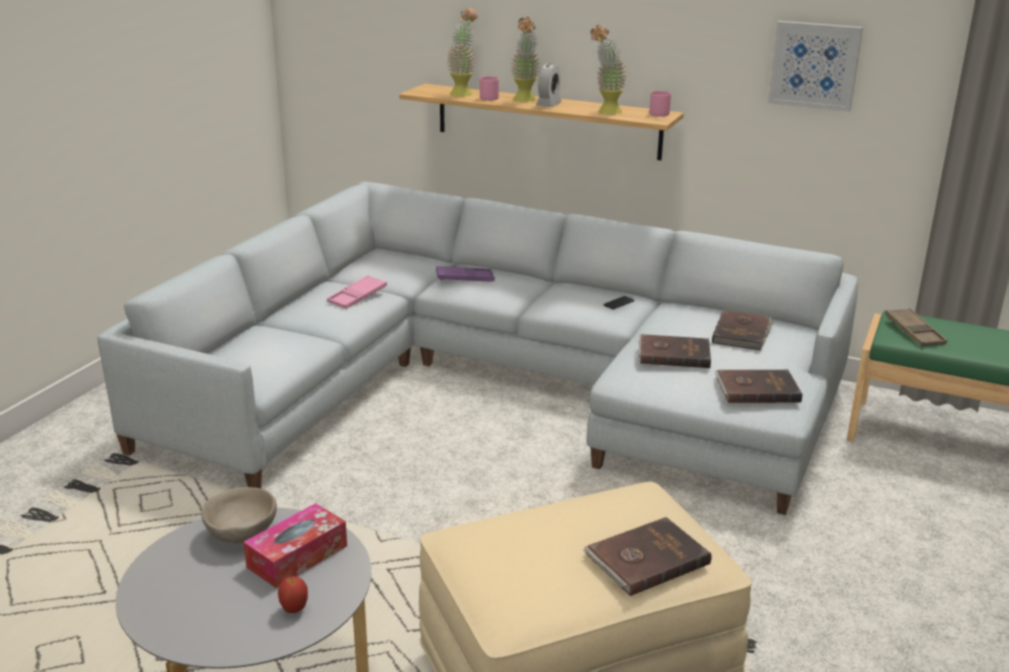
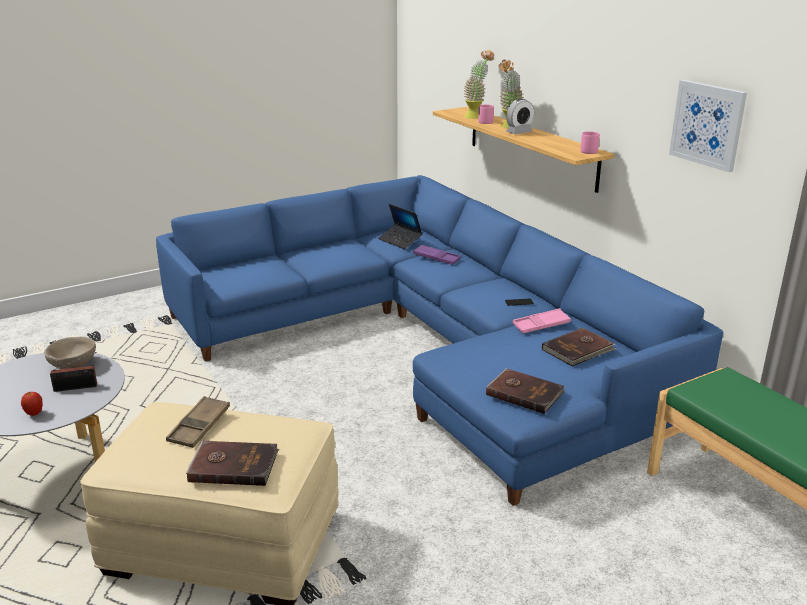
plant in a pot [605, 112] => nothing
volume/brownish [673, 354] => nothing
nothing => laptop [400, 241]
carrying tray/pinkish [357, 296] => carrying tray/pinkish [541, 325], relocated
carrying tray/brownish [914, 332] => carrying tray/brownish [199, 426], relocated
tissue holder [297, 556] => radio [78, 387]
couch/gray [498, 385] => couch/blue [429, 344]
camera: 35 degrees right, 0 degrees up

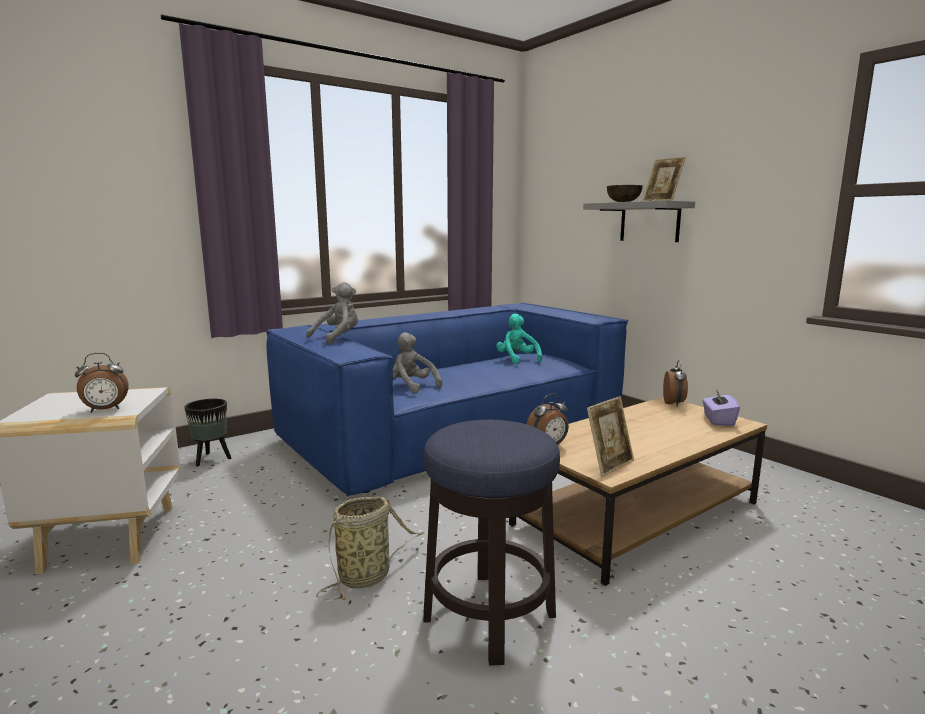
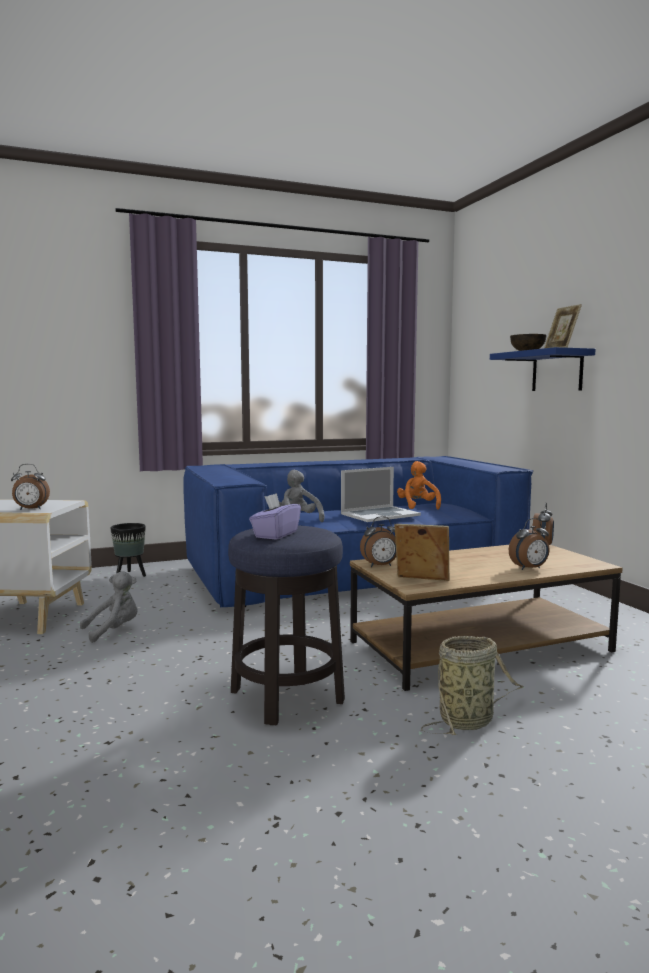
nothing => laptop [380, 514]
nothing => table clock [529, 568]
cuddly toy/gray [338, 338] => cuddly toy/gray [114, 631], relocated
storage basket [367, 576] => storage basket [469, 720], relocated
tissue holder/purplish [718, 420] => tissue holder/purplish [275, 535], relocated
cuddly toy/blue-green [517, 359] => cuddly toy/orange [418, 506]
bracket shelf/gray [649, 222] => bracket shelf/blue [557, 371]
picture frame [609, 465] => picture frame [421, 581], 135 degrees counterclockwise
camera: 15 degrees right, 5 degrees down

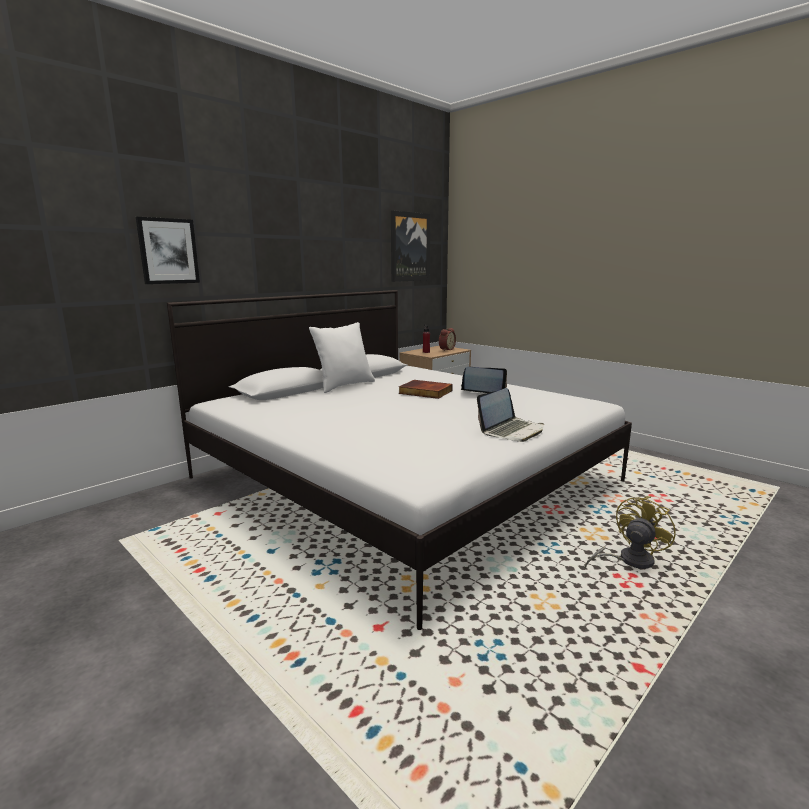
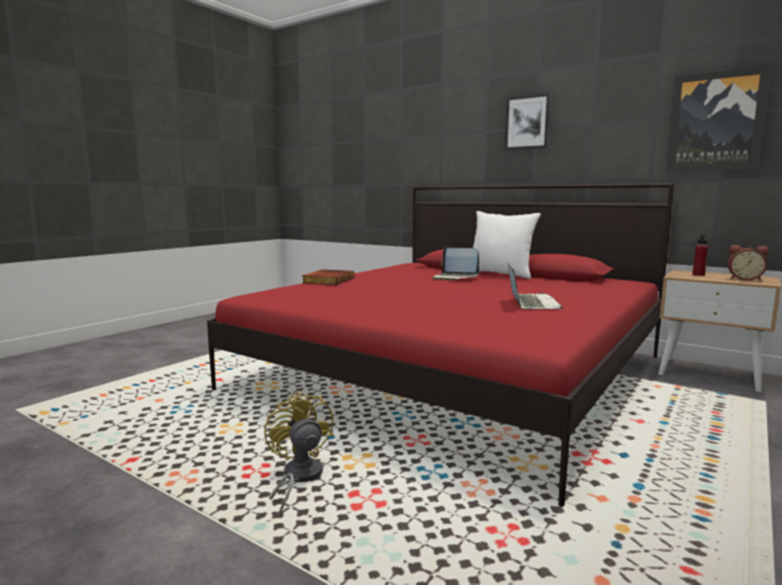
wall picture [168, 251] => wall picture [527, 122], relocated
volume [424, 392] => volume [328, 280], relocated
laptop [512, 431] => laptop [454, 278], relocated
bed/white [403, 479] => bed/red-coloured [456, 372]
fan/yellowish [628, 560] => fan/yellowish [298, 478], 150 degrees counterclockwise
camera: 80 degrees right, 5 degrees down

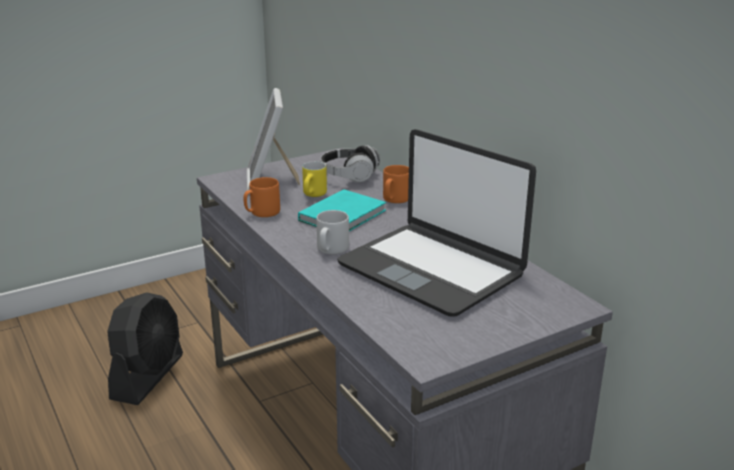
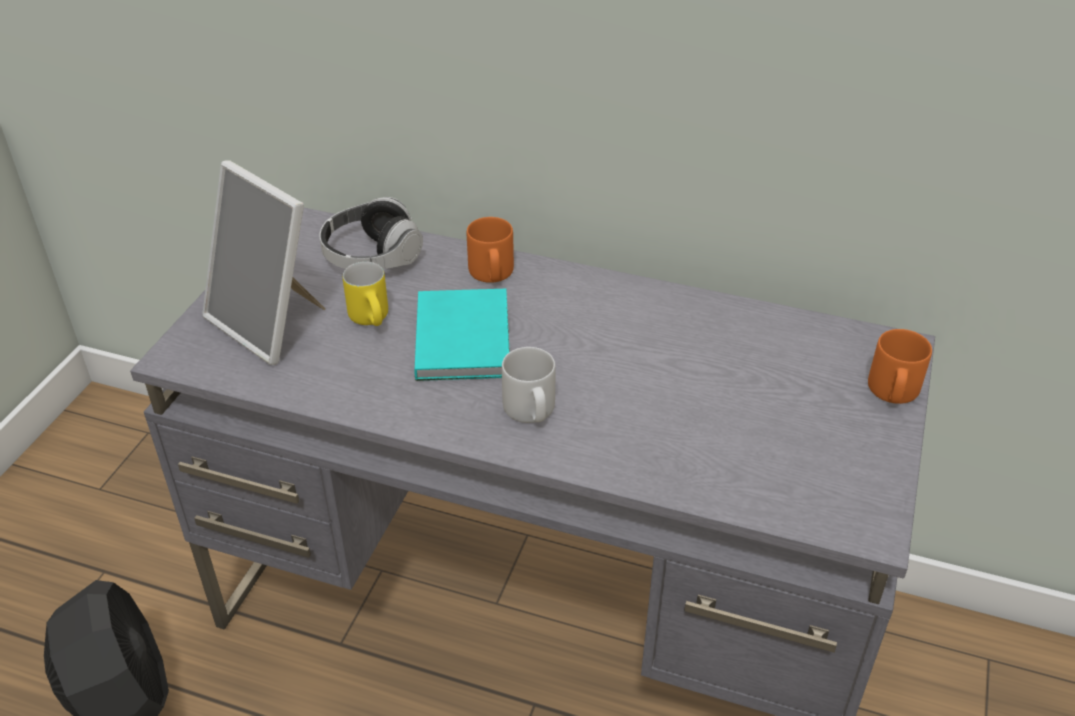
laptop [432, 269] => nothing
mug/orange [262, 212] => mug/orange [892, 392], relocated
camera: 40 degrees left, 15 degrees up

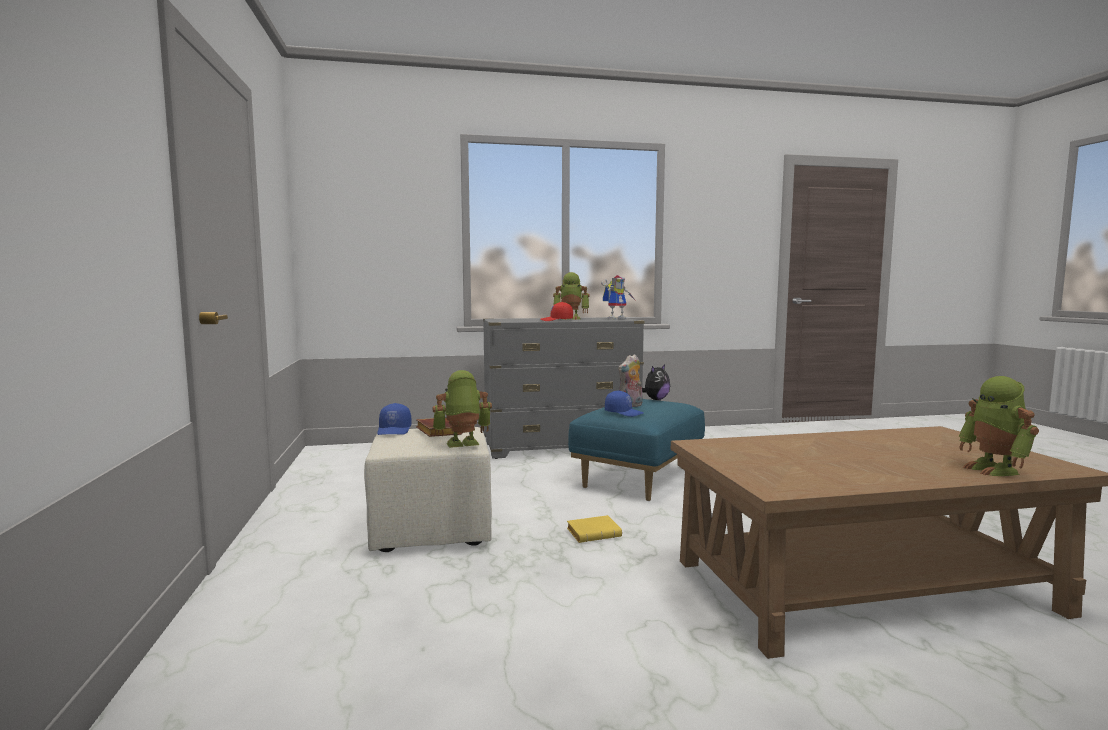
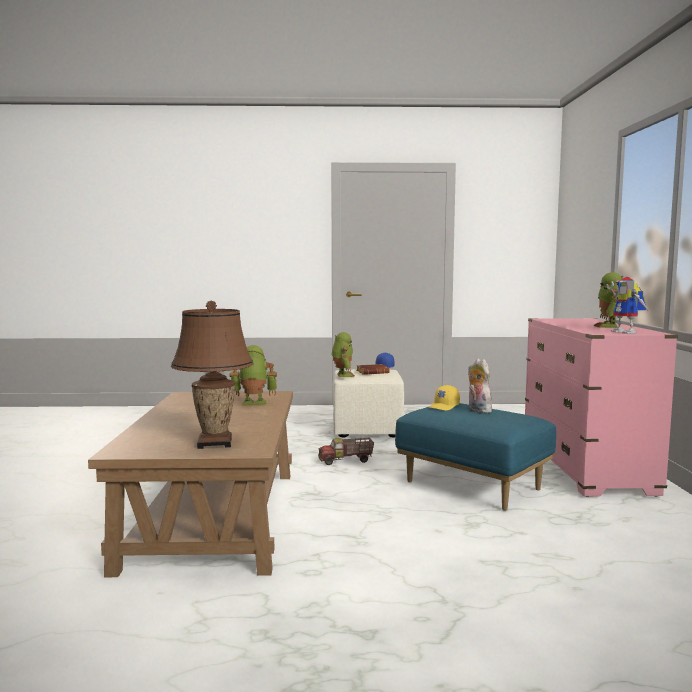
cap/red-coloured [556, 320] => nothing
cuddly toy [655, 399] => nothing
nothing => tabletop lamp/brownish [215, 443]
robot figure [994, 469] => robot figure [253, 403], relocated
volume/yellowish [594, 533] => model truck [346, 461]
dresser/gray [561, 447] => dresser/pinkish [585, 467]
cap/blue [624, 413] => cap/yellowish [444, 406]
camera: 100 degrees right, 0 degrees up

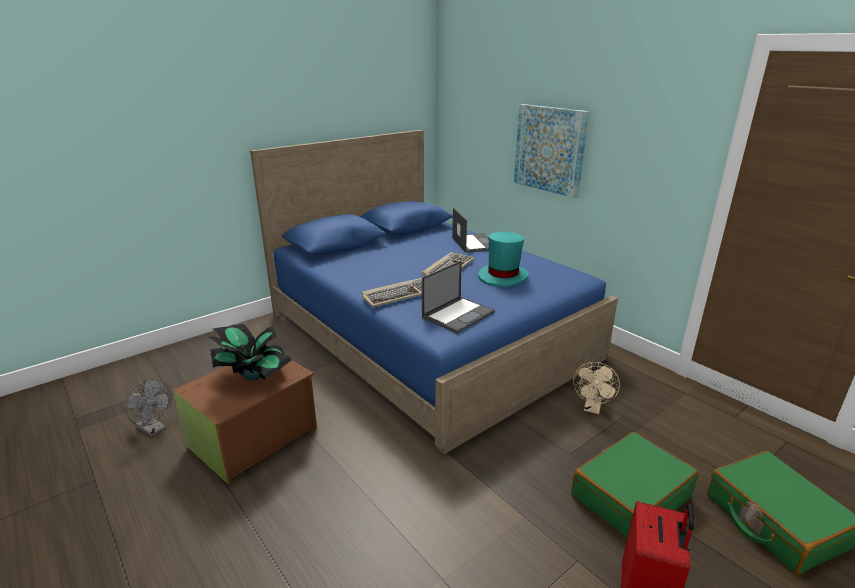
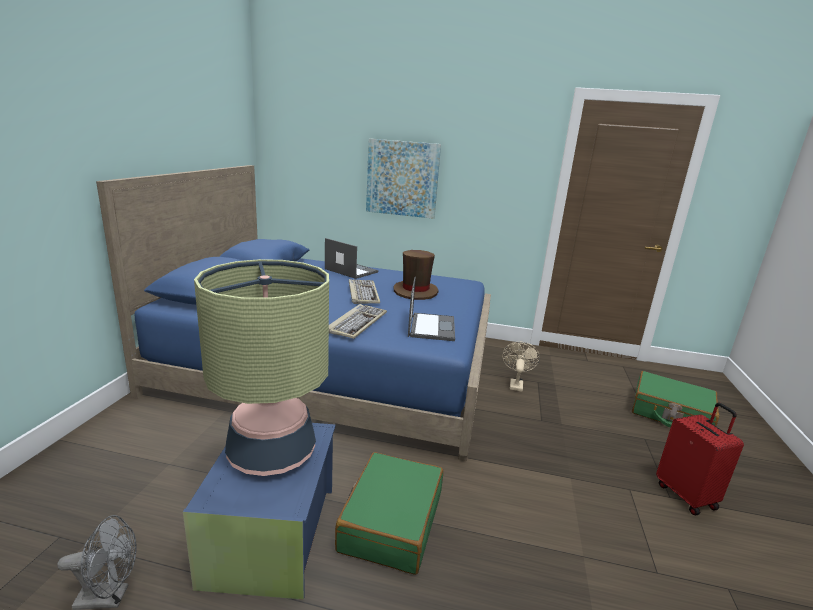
piece of luggage/green [630, 496] => piece of luggage/green [391, 521], relocated
plant in a pot [252, 375] => tabletop lamp [272, 453]
storage box/brownish [255, 437] => storage box/blue [274, 533]
clothing hat/blue-green [503, 277] => clothing hat/brownish [415, 291]
fan/beige-coloured [592, 408] => fan/beige-coloured [516, 384], 150 degrees counterclockwise
camera: 40 degrees left, 5 degrees down

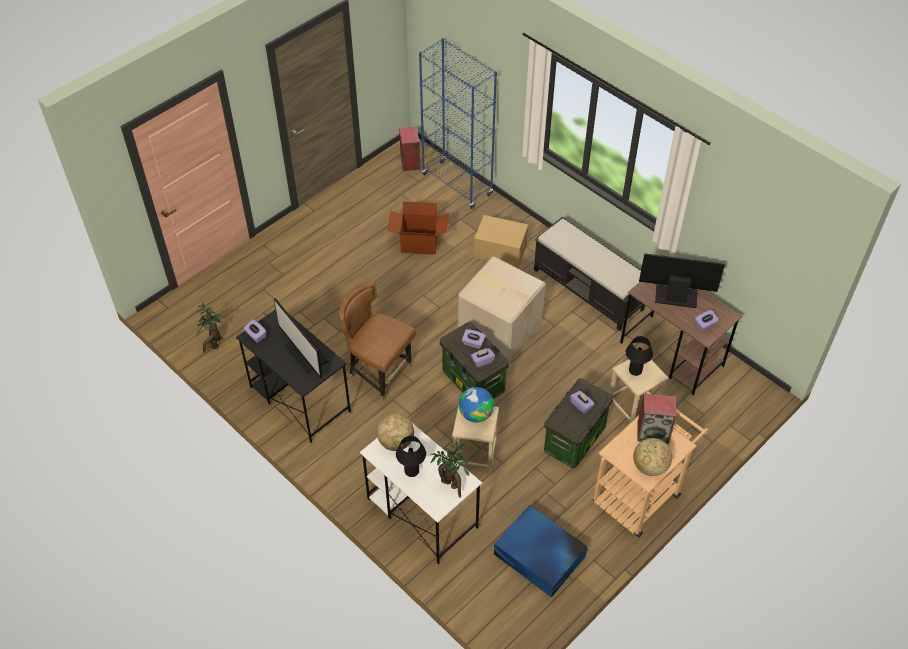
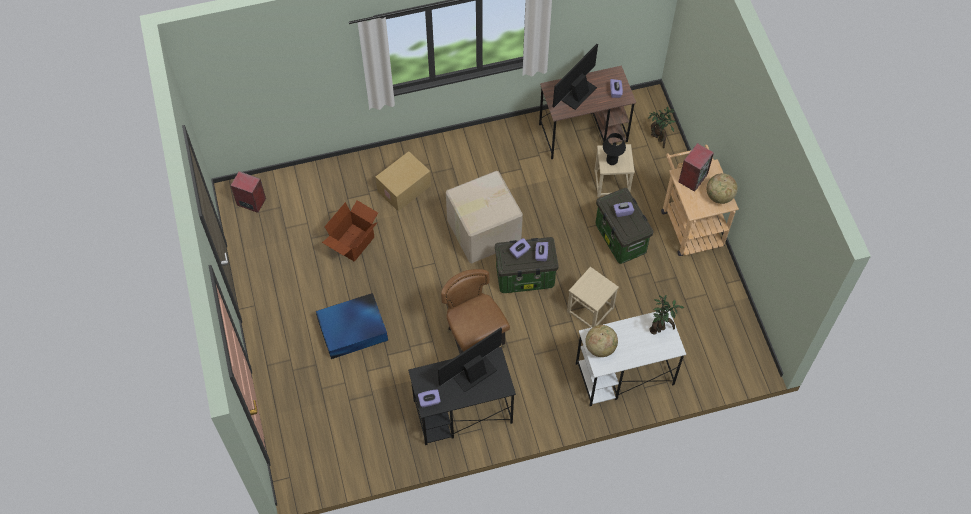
tabletop lamp/black [411, 471] => nothing
bookcase/blue [457, 185] => nothing
globe [476, 414] => nothing
indoor bench/black [588, 290] => nothing
plant in a pot [214, 344] => plant in a pot [658, 138], relocated
storage box/blue [540, 556] => storage box/blue [353, 329], relocated
monitor [306, 353] => monitor [473, 372], 150 degrees clockwise
chair/brownish [379, 374] => chair/brownish [474, 340], 90 degrees clockwise
camera: 60 degrees left, 10 degrees up

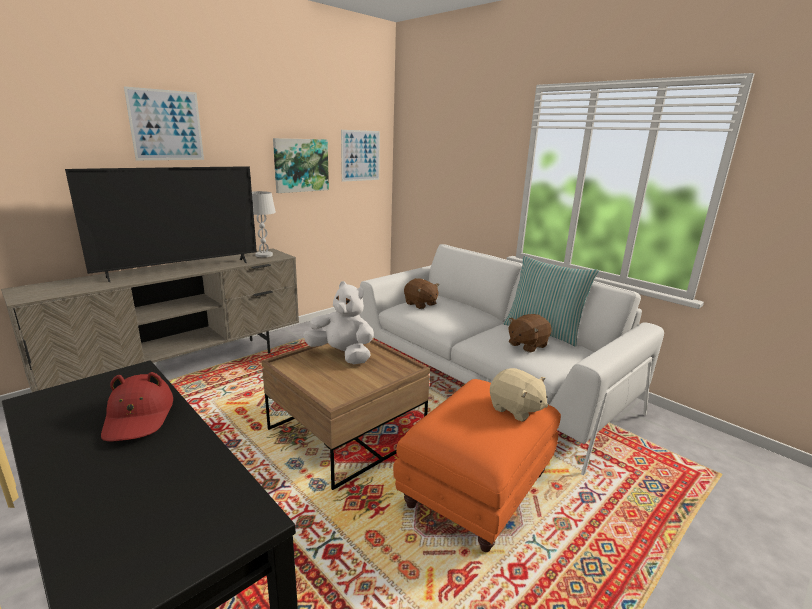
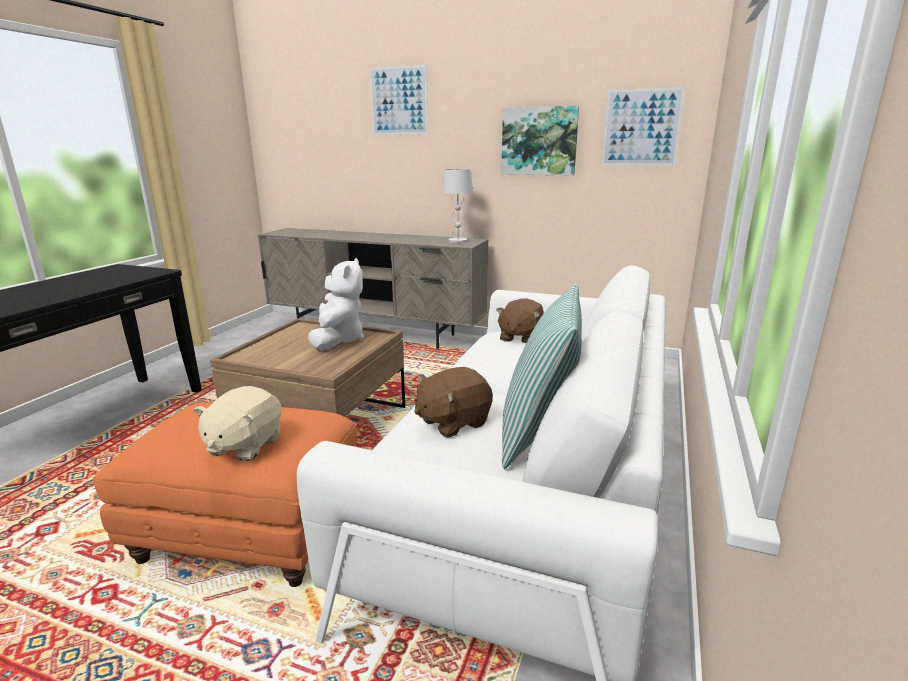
TV [181, 269] => nothing
clothing hat/red-coloured [139, 416] => nothing
cuddly toy/brownish [527, 345] => cuddly toy/brownish [452, 422], 60 degrees counterclockwise
camera: 65 degrees right, 0 degrees up

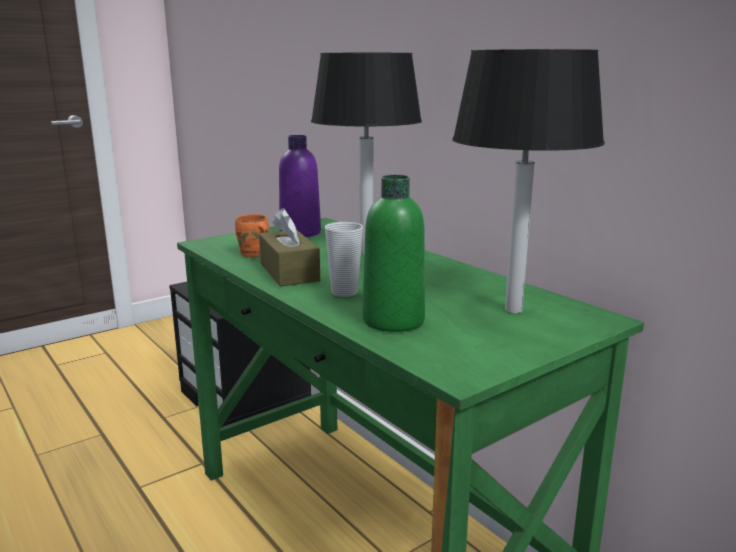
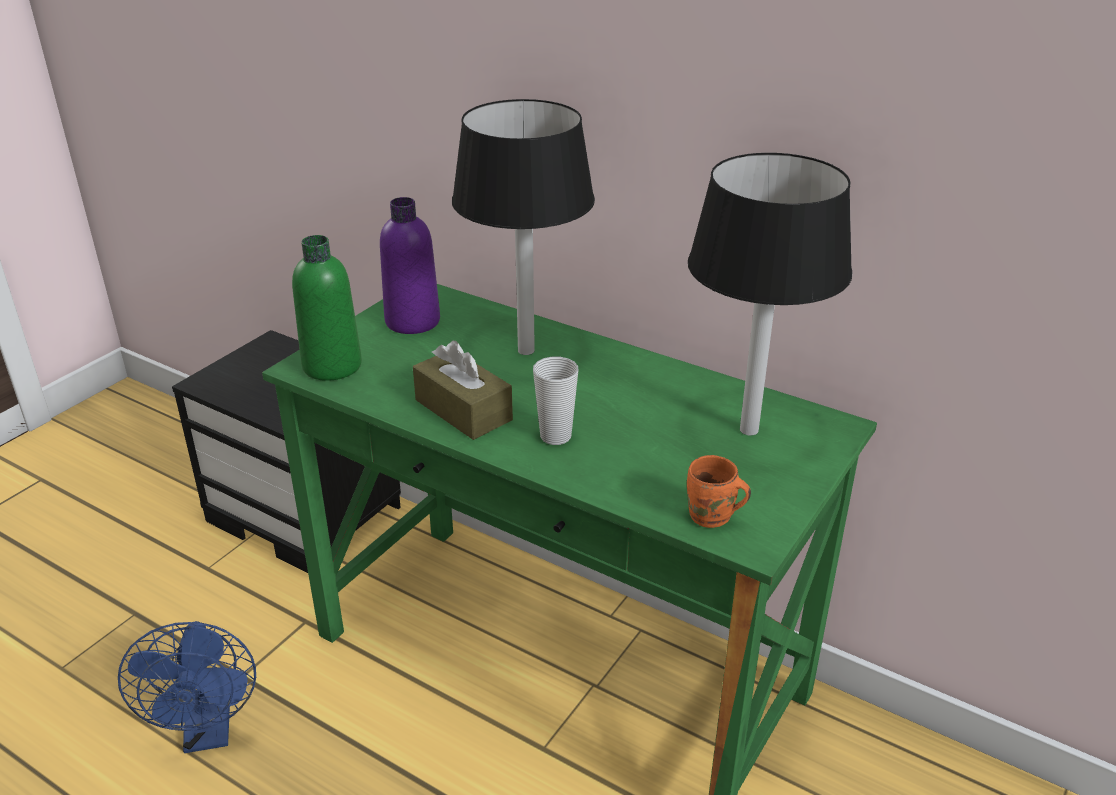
nothing => fan/blue [209, 732]
mug/orange [254, 255] => mug/orange [711, 518], relocated
bottle/green [393, 321] => bottle/green [332, 366], relocated
camera: 20 degrees left, 15 degrees up

